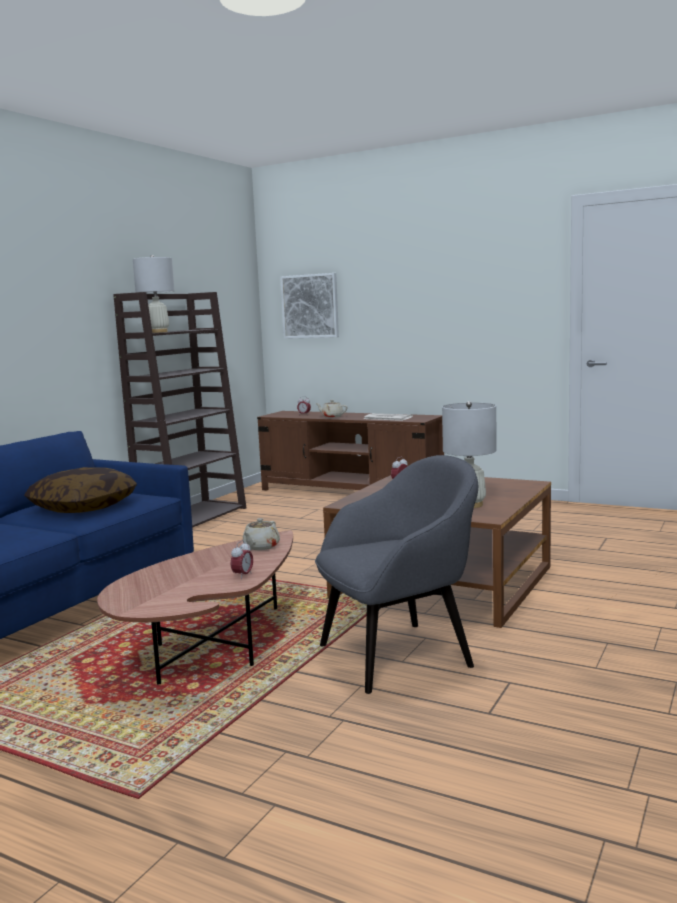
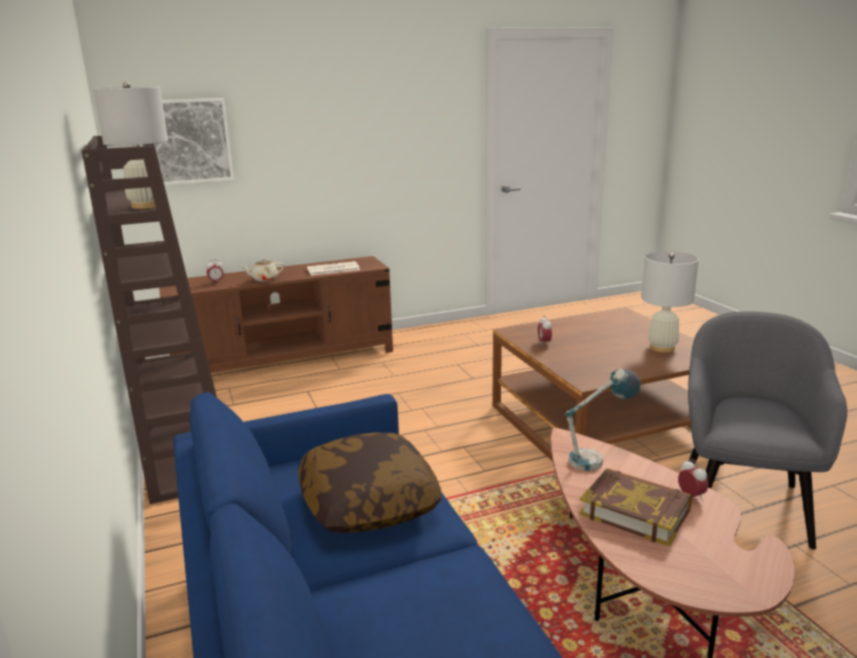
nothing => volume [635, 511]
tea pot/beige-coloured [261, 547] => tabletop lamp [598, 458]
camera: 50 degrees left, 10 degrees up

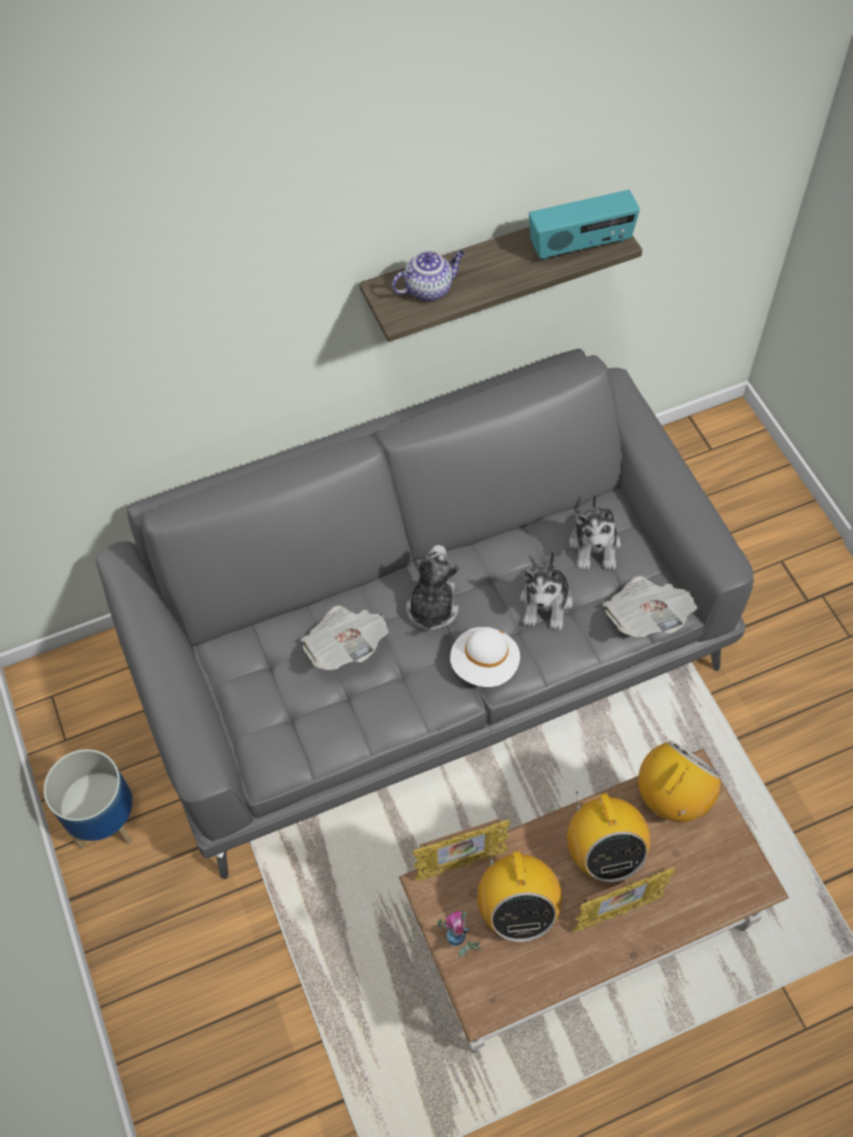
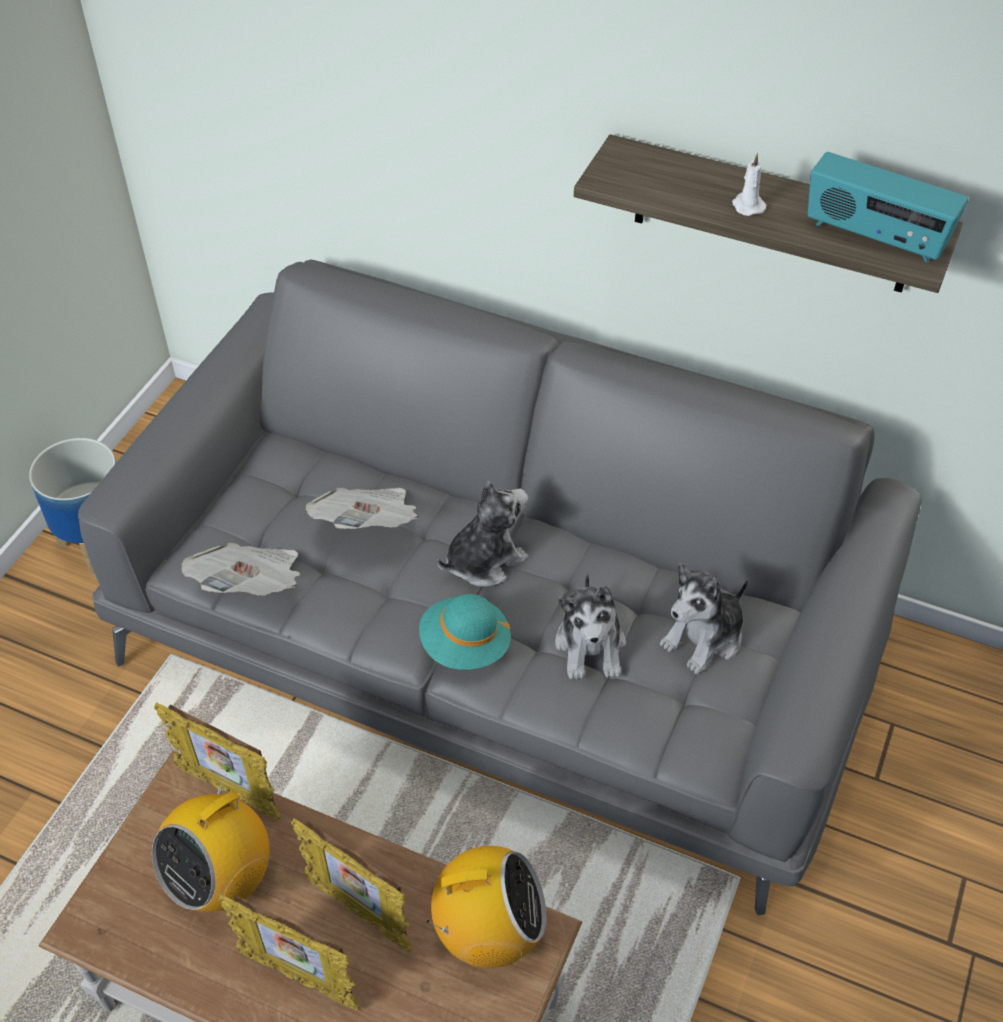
tea pot [429, 288] => nothing
decorative vase [460, 948] => nothing
nothing => wax candle/white [747, 205]
daily paper [645, 616] => daily paper [251, 587], relocated
radio [603, 852] => picture frame [359, 912]
clothing hat/white [485, 664] => clothing hat/blue-green [465, 646]
cuddly toy [546, 603] => cuddly toy [591, 646], 60 degrees counterclockwise
camera: 45 degrees right, 10 degrees down

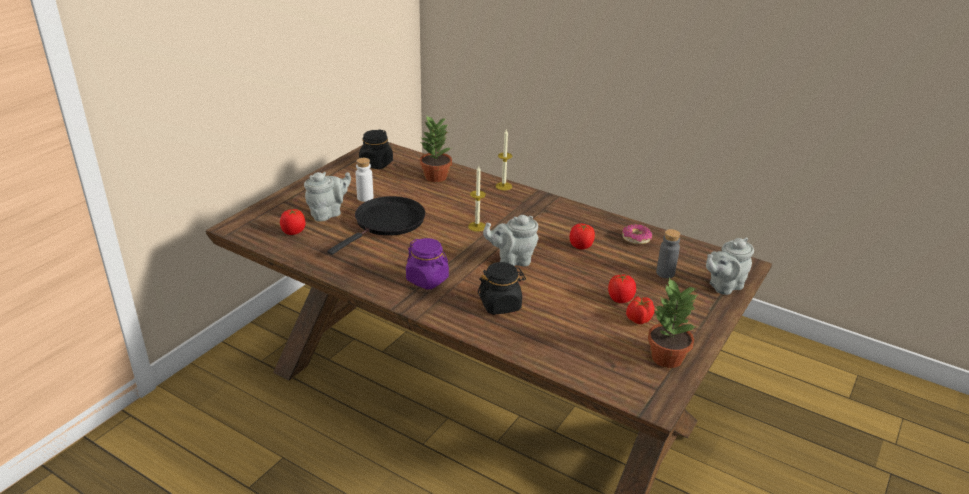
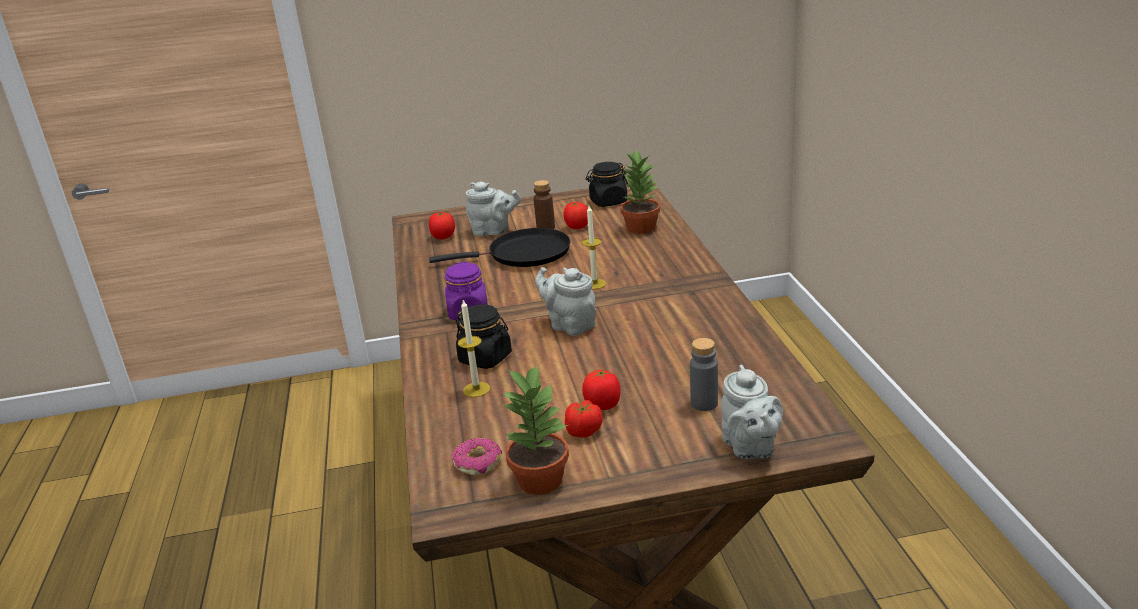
wax candle [503, 186] => wax candle [476, 389], relocated
fresh tomato [580, 246] => fresh tomato [577, 227], relocated
ring doughnut [636, 238] => ring doughnut [478, 463], relocated
bottle/white [365, 197] => bottle/brownish [545, 227]
tea pot/gray [723, 286] => tea pot/gray [750, 448], 120 degrees counterclockwise
camera: 50 degrees right, 5 degrees down

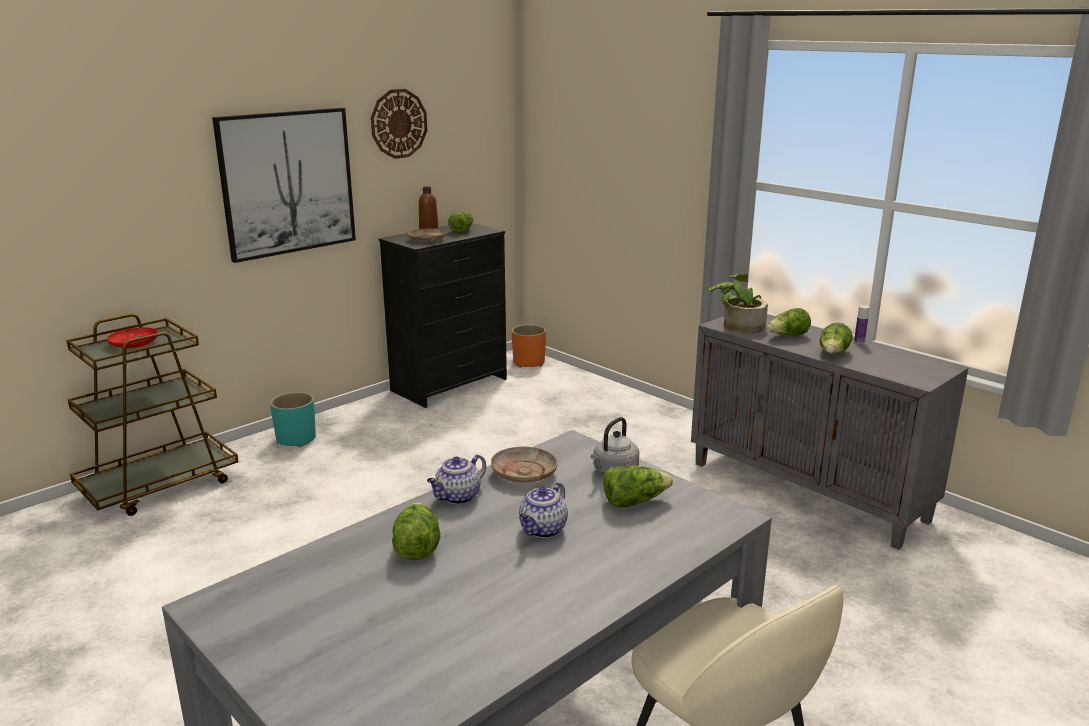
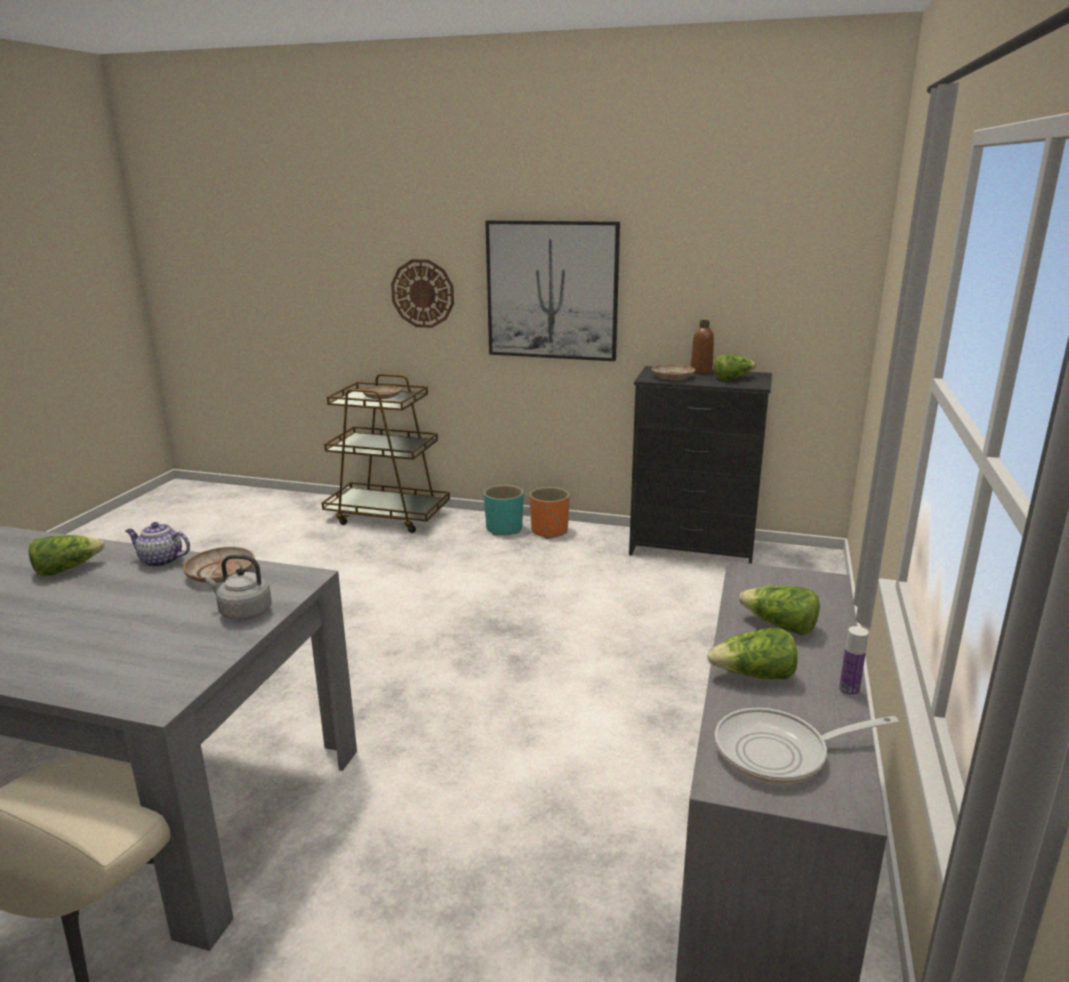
tea pot [543, 530] => nothing
head of lettuce [634, 501] => nothing
plant in a pot [738, 325] => nothing
nothing => frying pan [780, 753]
wall clock [398, 123] => wall clock [423, 293], relocated
plant pot/orange [529, 363] => plant pot/orange [550, 531], relocated
dinner plate/red-coloured [134, 344] => dinner plate/beige-coloured [382, 397]
camera: 60 degrees right, 0 degrees up

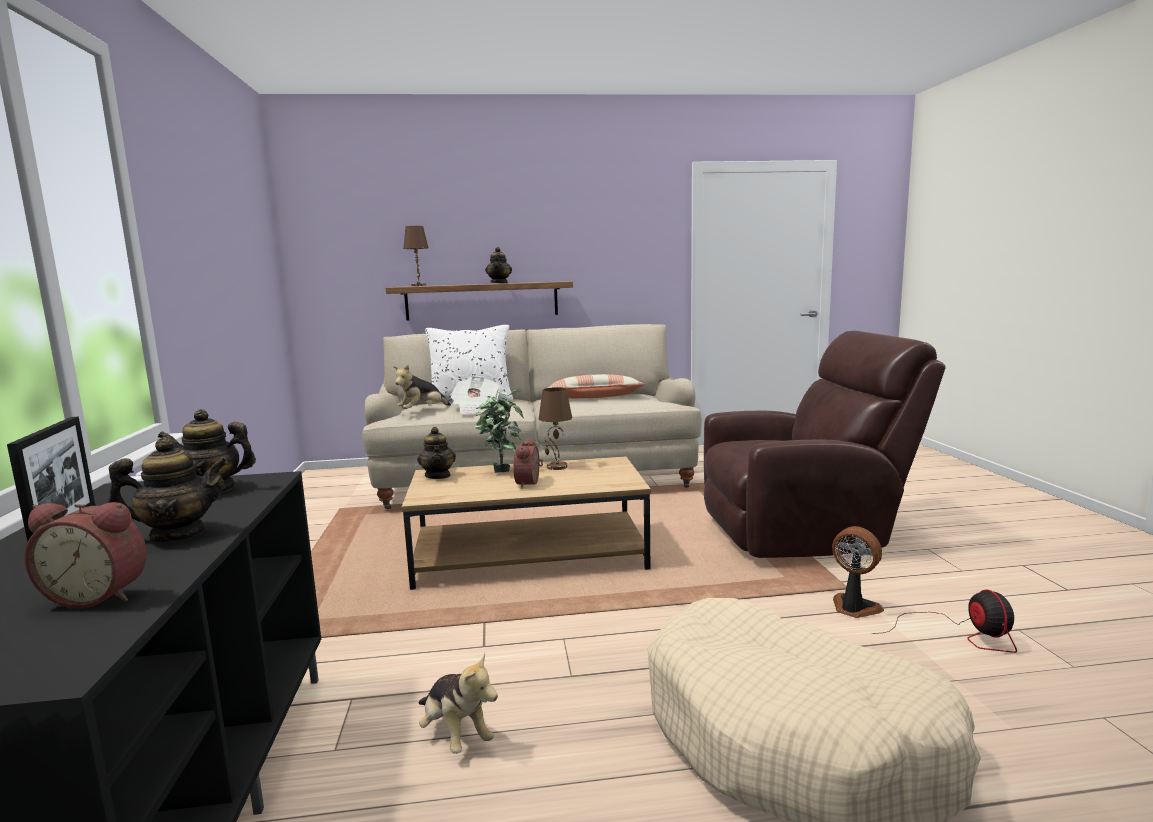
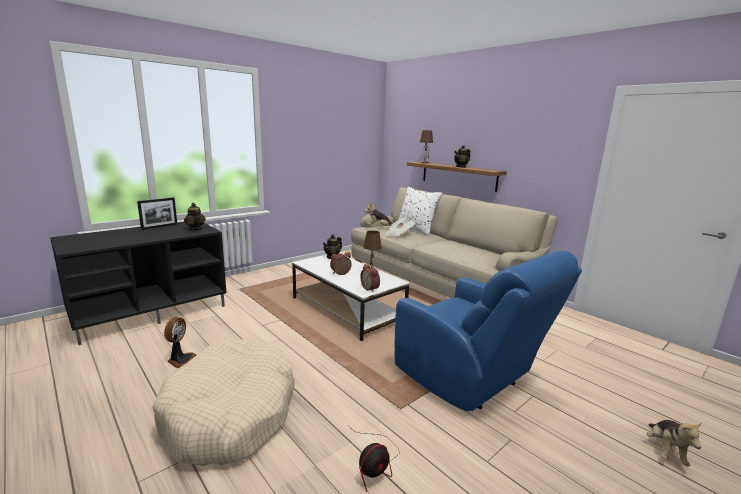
tea pot [178, 534] => nothing
plant in a pot [501, 470] => nothing
cushion [594, 398] => nothing
table clock [100, 595] => table clock [371, 288], relocated
cuddly toy [455, 734] => cuddly toy [665, 451], relocated
fan [853, 608] => fan [180, 360], relocated
low table/brownish [529, 555] => low table/white [347, 310]
easy chair/brownish [803, 533] => easy chair/blue [470, 379]
camera: 55 degrees right, 5 degrees up

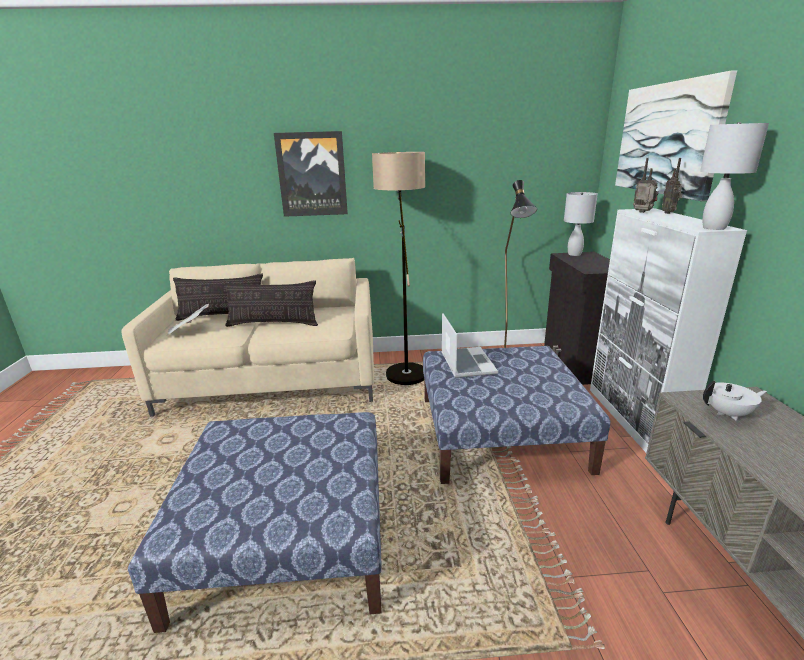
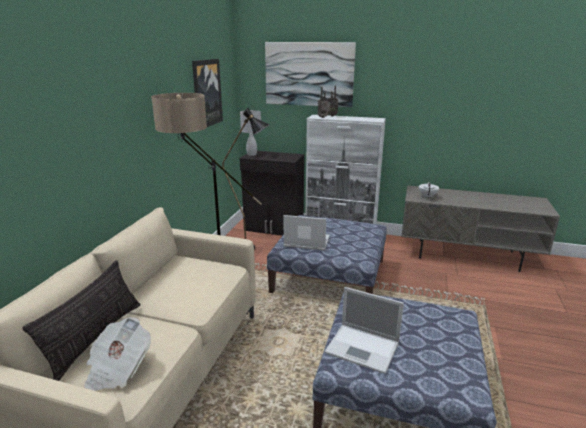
cushion [273, 324] => nothing
tabletop lamp/white [714, 228] => nothing
nothing => laptop [363, 348]
wall picture [312, 174] => wall picture [207, 93], relocated
camera: 70 degrees left, 0 degrees up

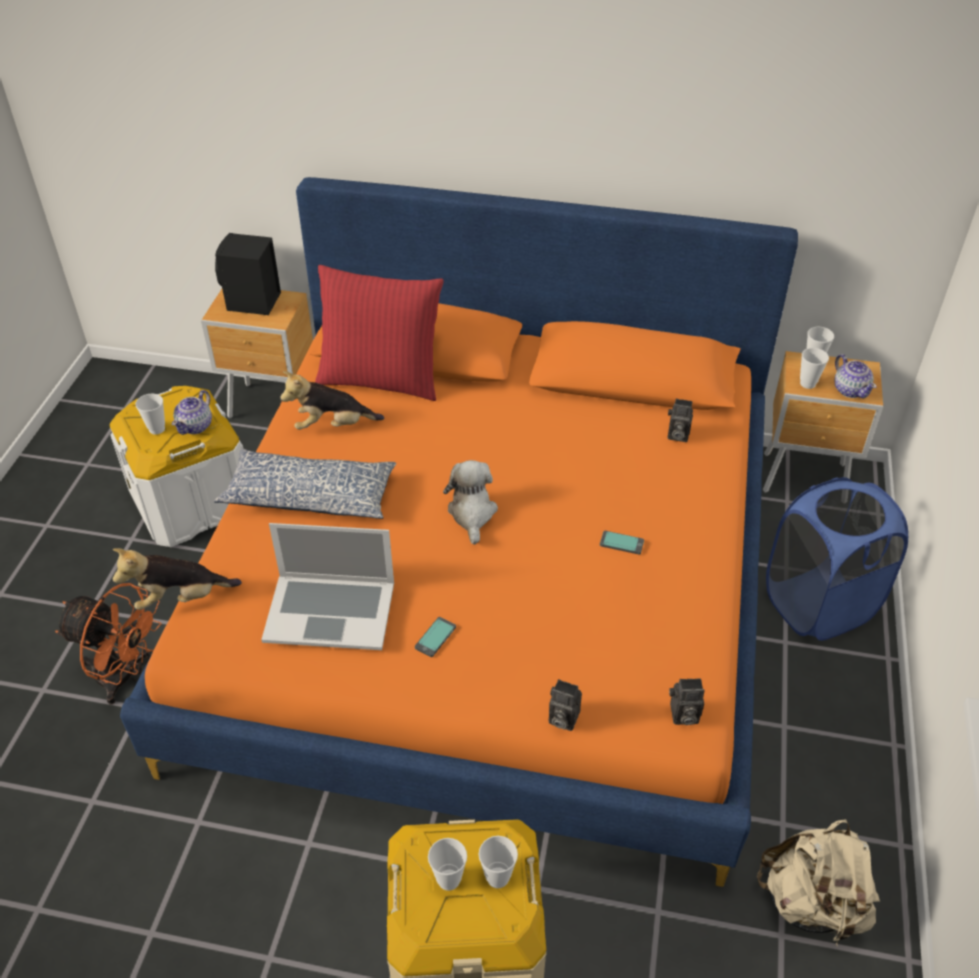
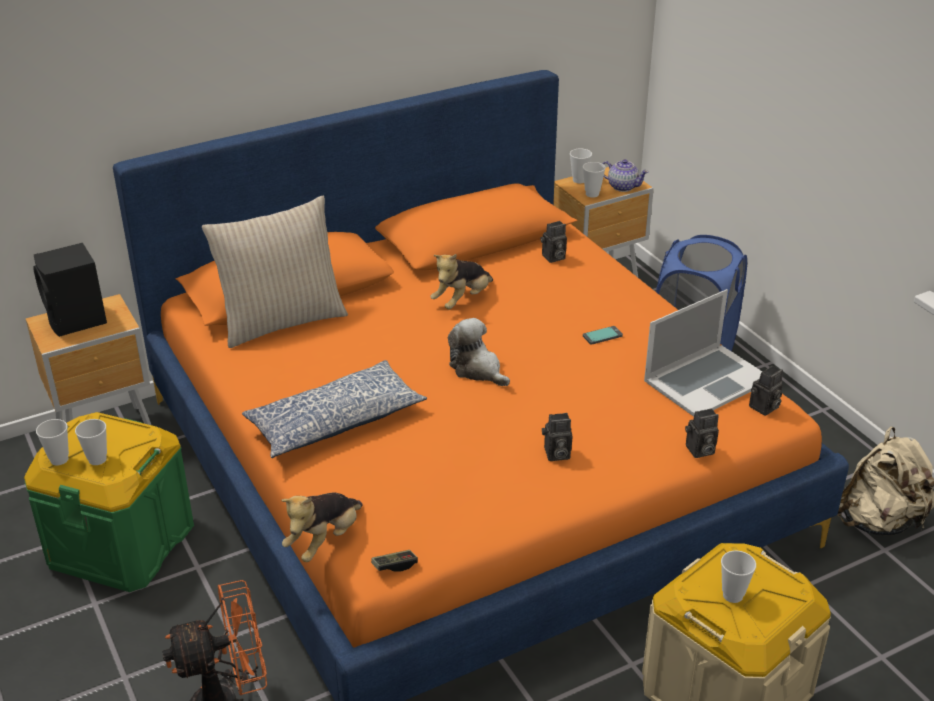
tea pot [196, 426] => nothing
nothing => game controller [394, 566]
laptop [330, 610] => laptop [706, 380], relocated
cuddly toy [332, 425] => cuddly toy [462, 300], relocated
small cup [497, 877] => small cup [59, 459], relocated
telephone [435, 637] => still camera [556, 454]
storage box/white [193, 501] => storage box/green [121, 543]
cushion/red-coloured [381, 379] => cushion/beige-coloured [281, 321]
camera: 40 degrees left, 10 degrees down

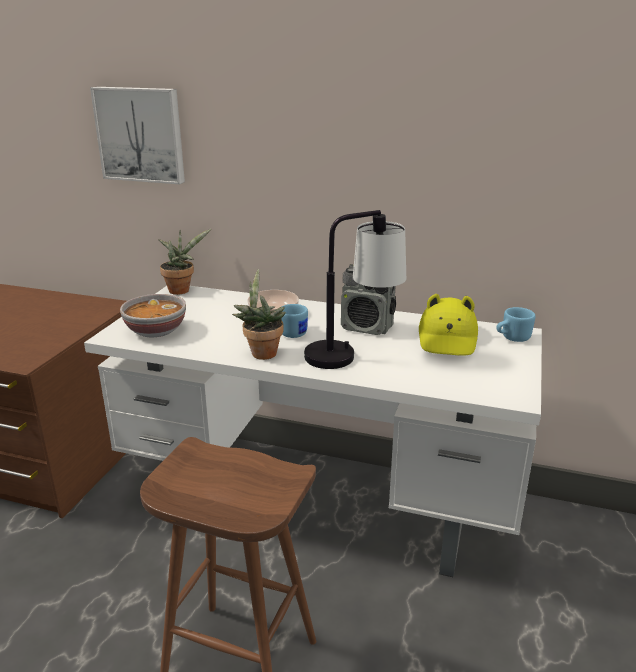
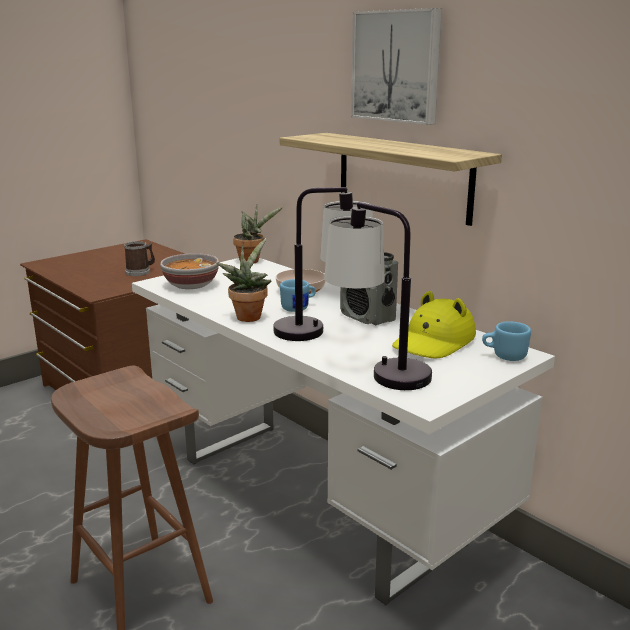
nothing => mug [140, 272]
nothing => bracket shelf [403, 176]
nothing => tabletop lamp [376, 371]
wall picture [141, 134] => wall picture [397, 66], relocated
camera: 30 degrees right, 5 degrees down

